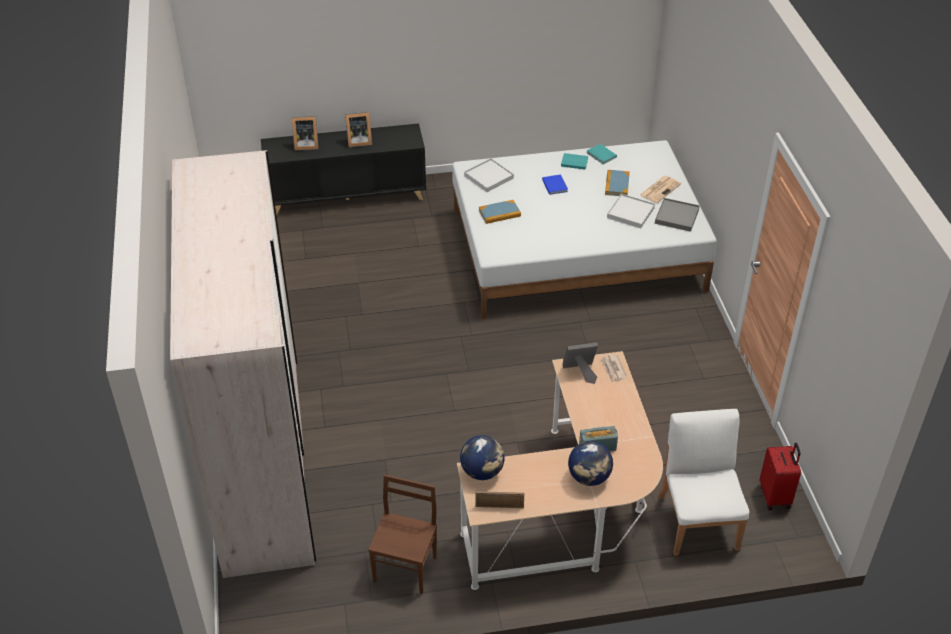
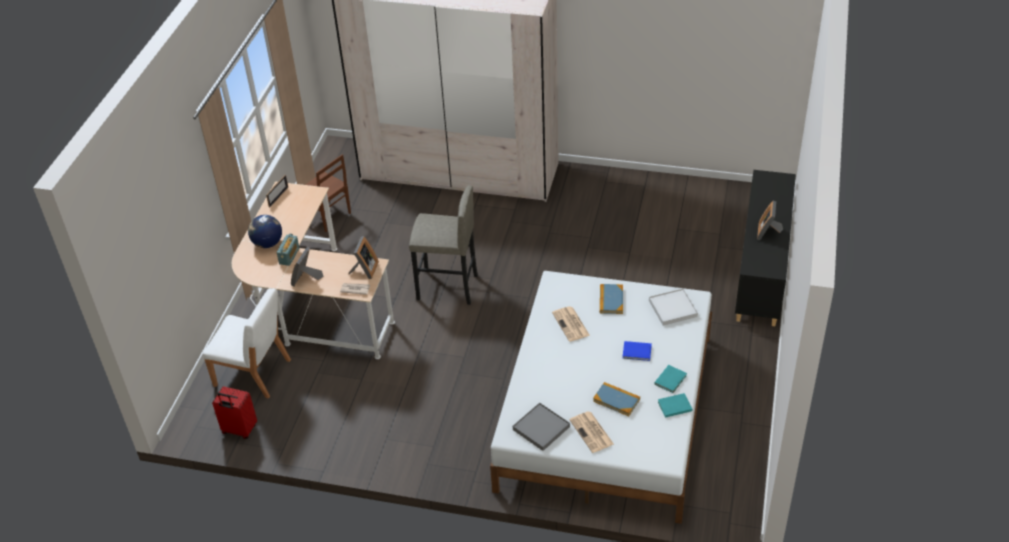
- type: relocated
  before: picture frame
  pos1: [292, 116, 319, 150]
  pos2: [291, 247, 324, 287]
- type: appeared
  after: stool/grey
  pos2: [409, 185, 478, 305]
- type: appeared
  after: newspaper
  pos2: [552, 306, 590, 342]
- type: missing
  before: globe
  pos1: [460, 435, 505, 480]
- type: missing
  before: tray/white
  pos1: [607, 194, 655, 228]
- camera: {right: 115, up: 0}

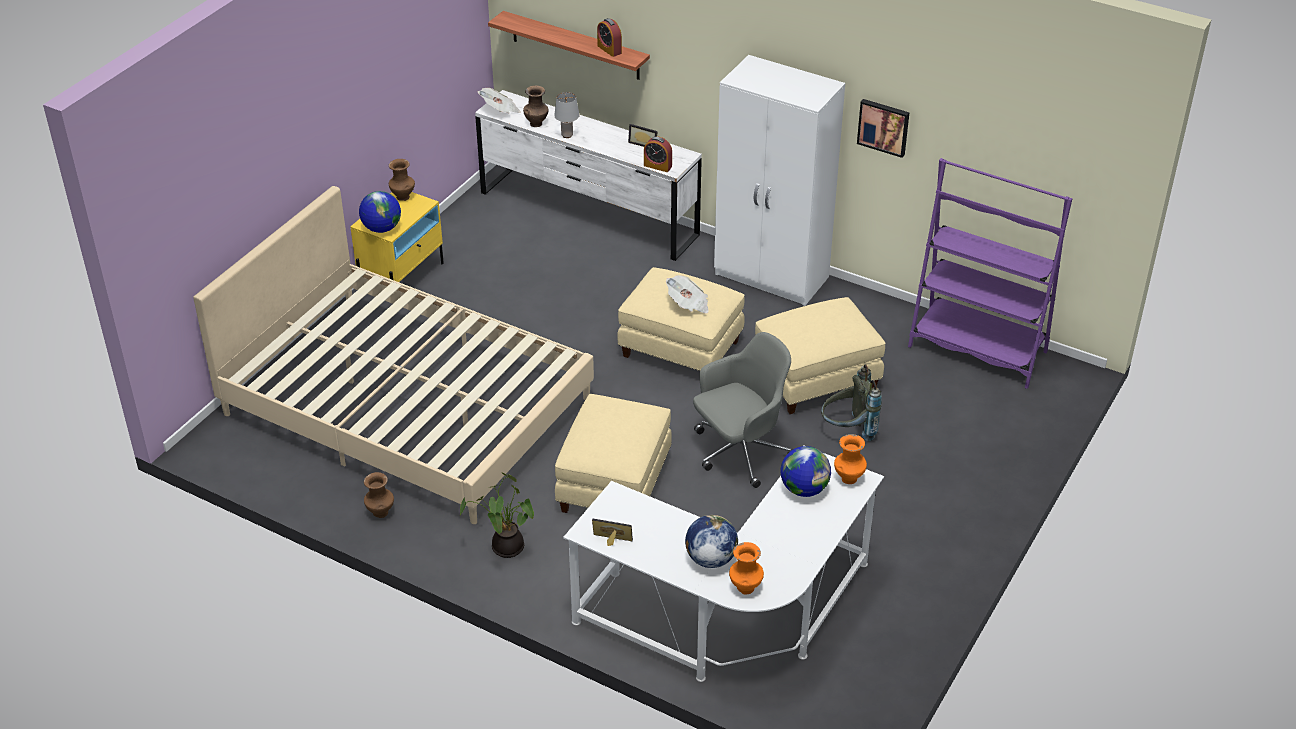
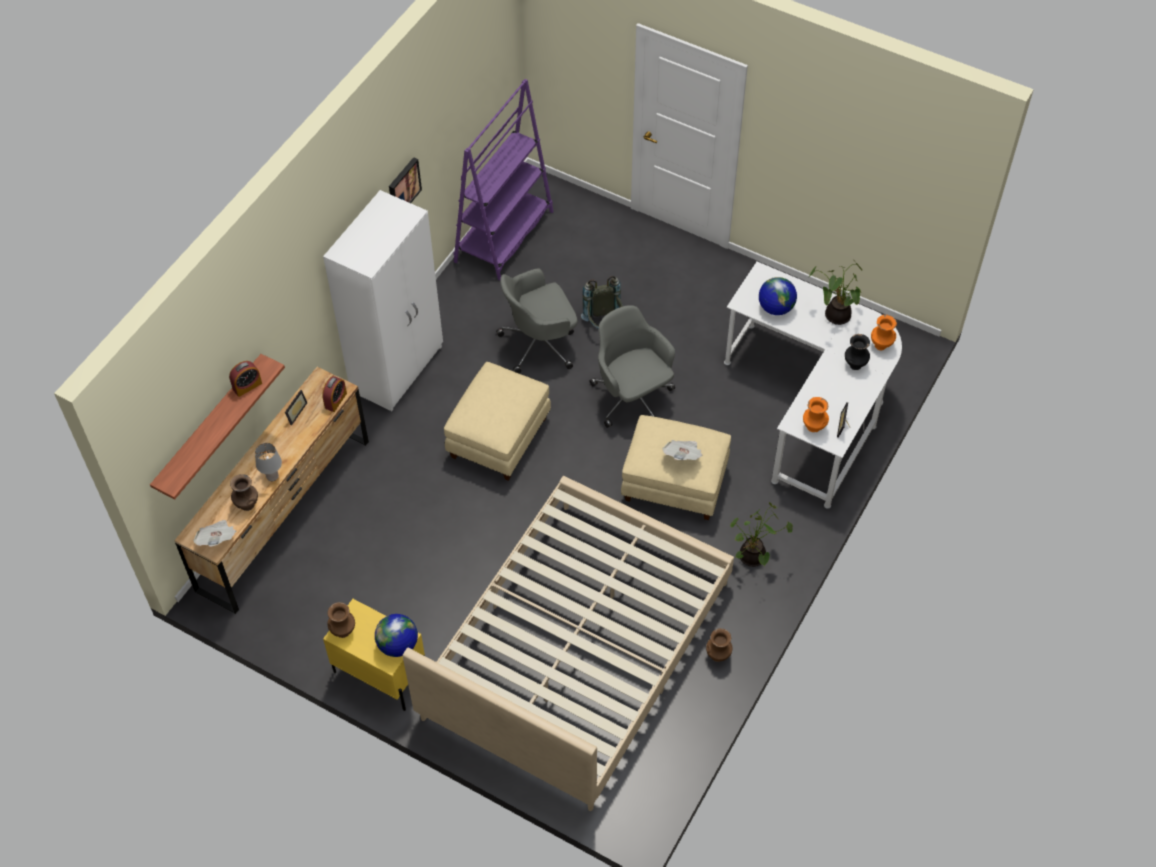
- type: colour
  before: dresser/white
  after: dresser/brown
  pos1: [475, 90, 702, 261]
  pos2: [174, 367, 369, 614]
- type: exchanged
  before: ottoman/beige
  after: office chair/grey
  pos1: [755, 297, 886, 414]
  pos2: [496, 268, 578, 373]
- type: relocated
  before: newspaper
  pos1: [666, 275, 709, 314]
  pos2: [662, 440, 703, 460]
- type: relocated
  before: vase/orange
  pos1: [834, 434, 867, 484]
  pos2: [803, 397, 829, 432]
- type: appeared
  after: potted plant
  pos2: [808, 260, 862, 325]
- type: exchanged
  before: globe
  after: vase/black
  pos1: [685, 515, 738, 568]
  pos2: [845, 334, 870, 370]
- camera: {right: -90, up: 15}

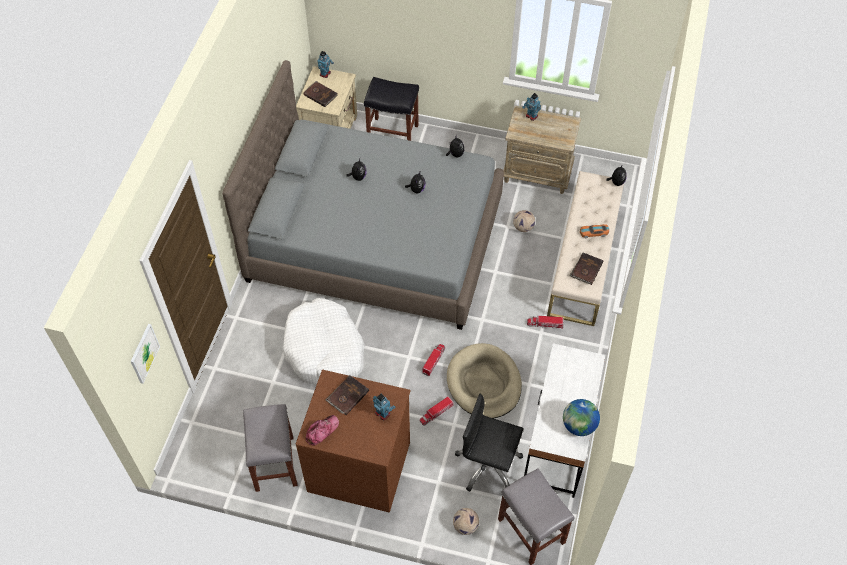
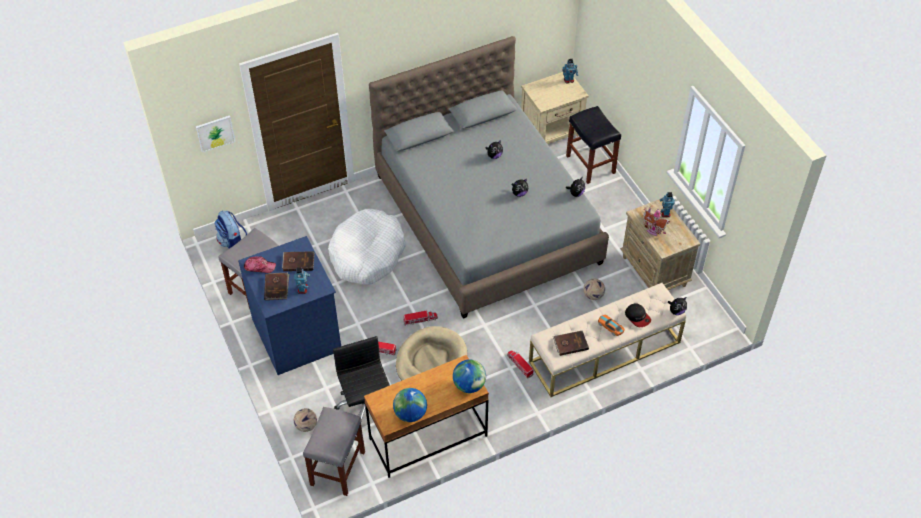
- type: appeared
  after: backpack
  pos2: [215, 211, 247, 249]
- type: colour
  before: dresser/brown
  after: dresser/blue
  pos1: [296, 369, 411, 513]
  pos2: [238, 236, 341, 375]
- type: relocated
  before: book/brown
  pos1: [303, 81, 338, 107]
  pos2: [264, 272, 289, 300]
- type: colour
  before: desk/white
  after: desk/brown
  pos1: [524, 343, 605, 498]
  pos2: [364, 355, 489, 478]
- type: appeared
  after: globe
  pos2: [453, 359, 486, 393]
- type: appeared
  after: cap
  pos2: [625, 303, 651, 327]
- type: appeared
  after: toy house
  pos2: [643, 207, 670, 236]
- camera: {right: 50, up: -5}

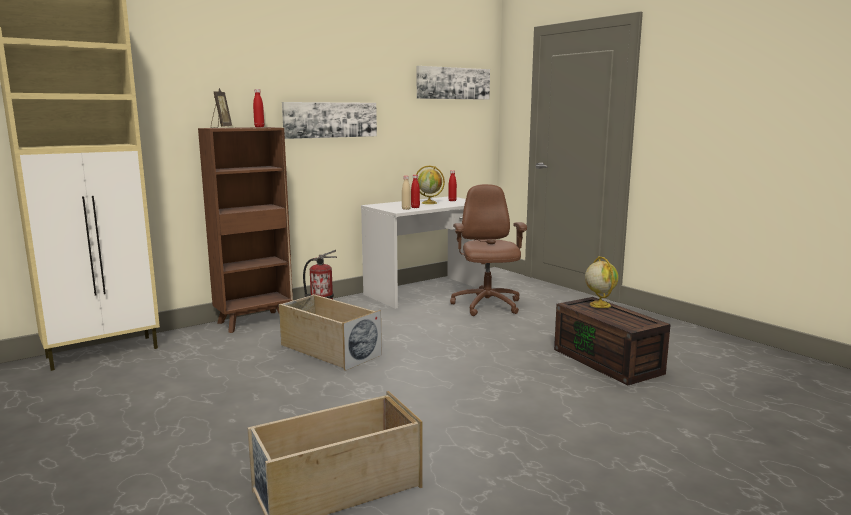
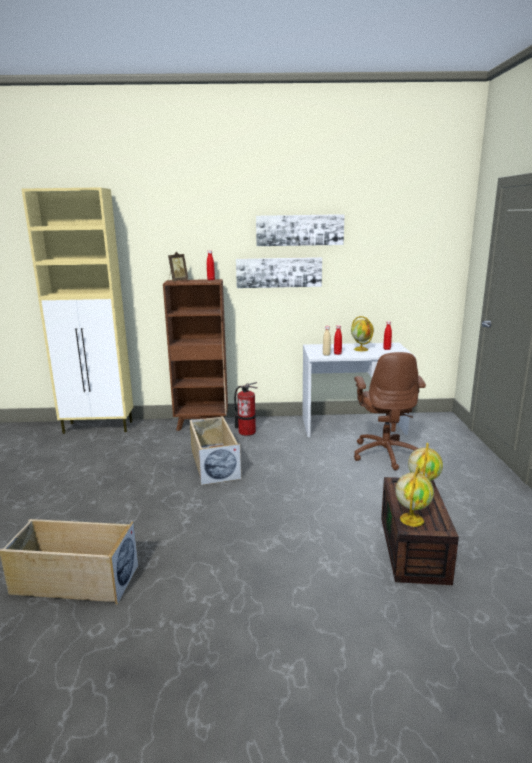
- type: relocated
  before: picture
  pos1: [417, 66, 490, 100]
  pos2: [256, 214, 344, 246]
- type: spun
  before: office chair/brown
  pos1: [450, 184, 527, 316]
  pos2: [354, 352, 426, 470]
  turn: 150
- type: appeared
  after: globe
  pos2: [395, 467, 434, 527]
- camera: {right: 35, up: 5}

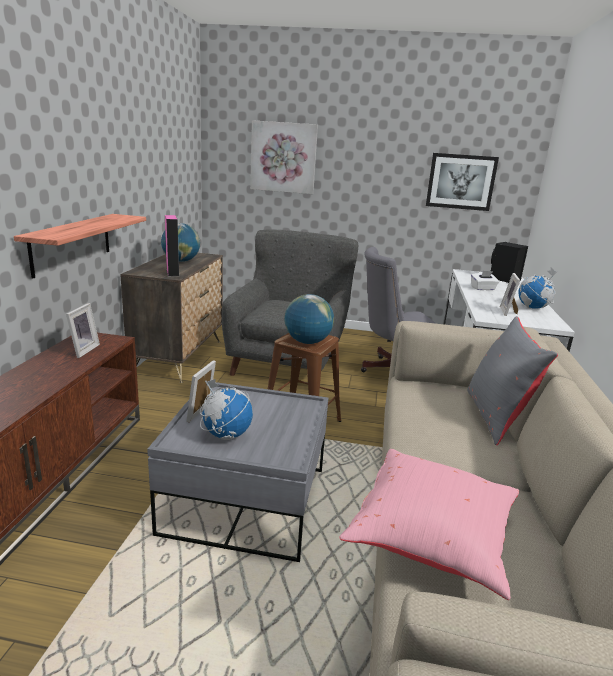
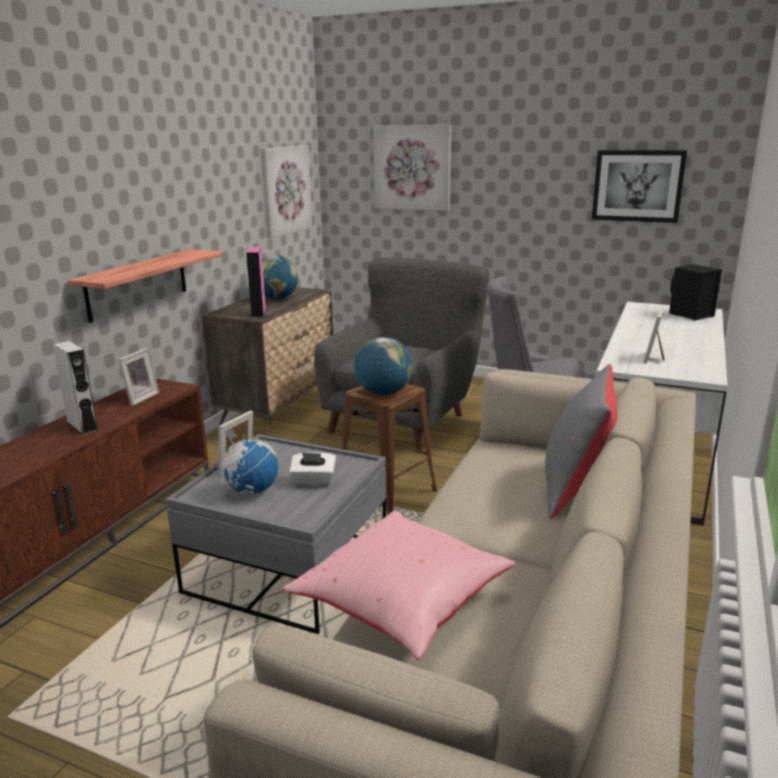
- type: appeared
  after: speaker/grey
  pos2: [53, 341, 98, 434]
- type: appeared
  after: picture
  pos2: [260, 146, 312, 238]
- type: relocated
  before: tissue box/white
  pos1: [471, 271, 499, 290]
  pos2: [290, 452, 336, 486]
- type: missing
  before: globe
  pos1: [519, 268, 557, 309]
- camera: {right: 15, up: 0}

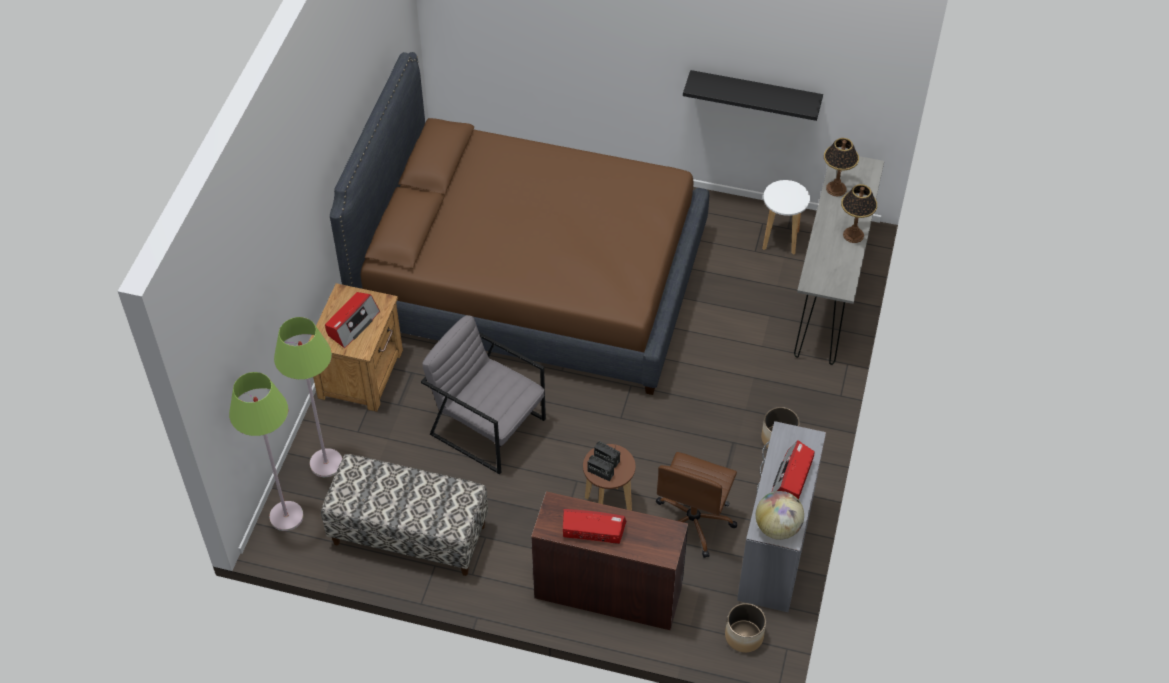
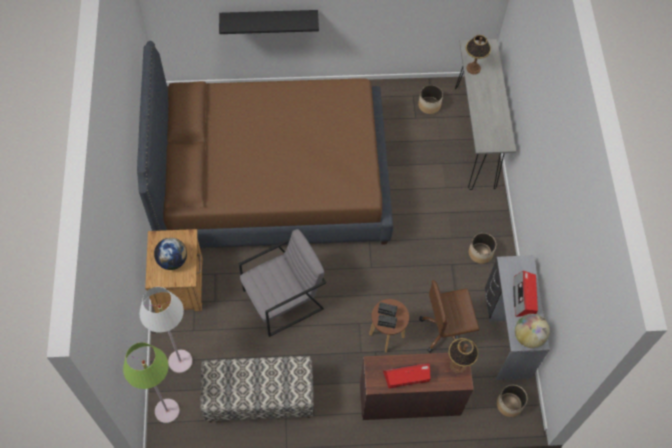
- type: colour
  before: floor lamp/green
  after: floor lamp/white
  pos1: [274, 317, 342, 477]
  pos2: [139, 287, 193, 373]
- type: exchanged
  before: radio
  after: globe
  pos1: [325, 292, 380, 348]
  pos2: [154, 238, 187, 270]
- type: relocated
  before: shelf/black
  pos1: [683, 70, 823, 121]
  pos2: [219, 10, 319, 34]
- type: spun
  before: armchair/grey
  pos1: [421, 315, 546, 474]
  pos2: [238, 229, 326, 337]
  turn: 135
- type: exchanged
  before: stool/white
  after: planter
  pos1: [762, 180, 810, 255]
  pos2: [418, 85, 443, 114]
- type: spun
  before: office chair/brown
  pos1: [656, 452, 737, 558]
  pos2: [419, 280, 479, 353]
  turn: 75
- type: relocated
  before: table lamp
  pos1: [841, 184, 877, 243]
  pos2: [448, 338, 478, 373]
- camera: {right: -20, up: 10}

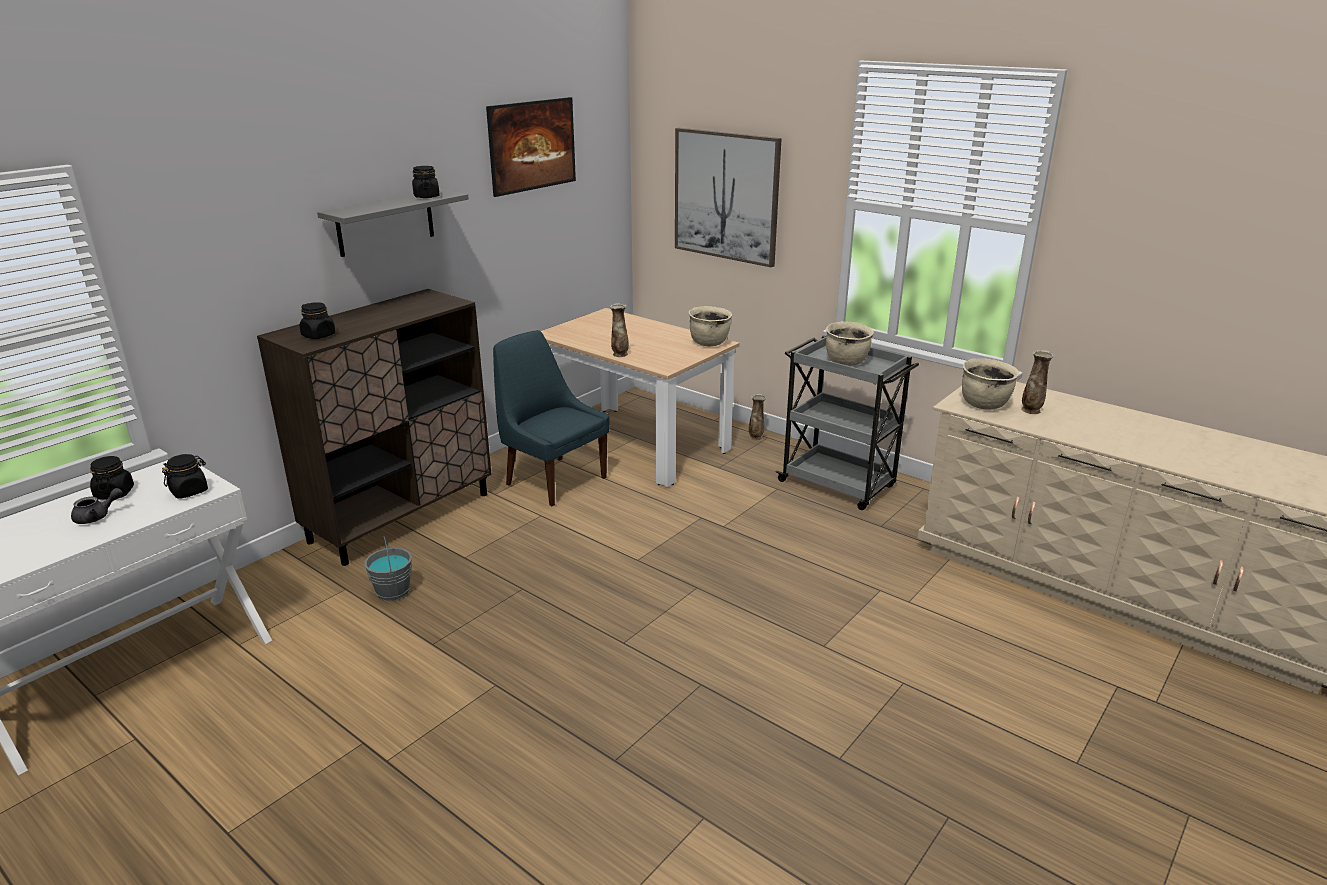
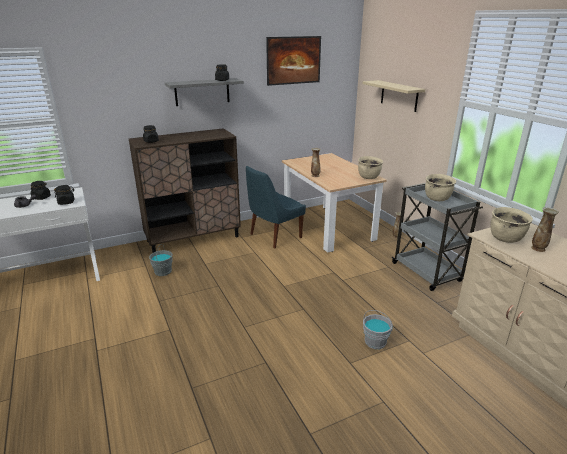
- type: spun
  before: chair/blue
  pos1: [493, 330, 610, 506]
  pos2: [246, 166, 306, 248]
  turn: -105
- type: exchanged
  before: picture
  after: shelf/beige
  pos1: [675, 128, 782, 267]
  pos2: [362, 80, 425, 112]
- type: appeared
  after: bucket/grey
  pos2: [363, 310, 393, 349]
- camera: {right: 25, up: 0}

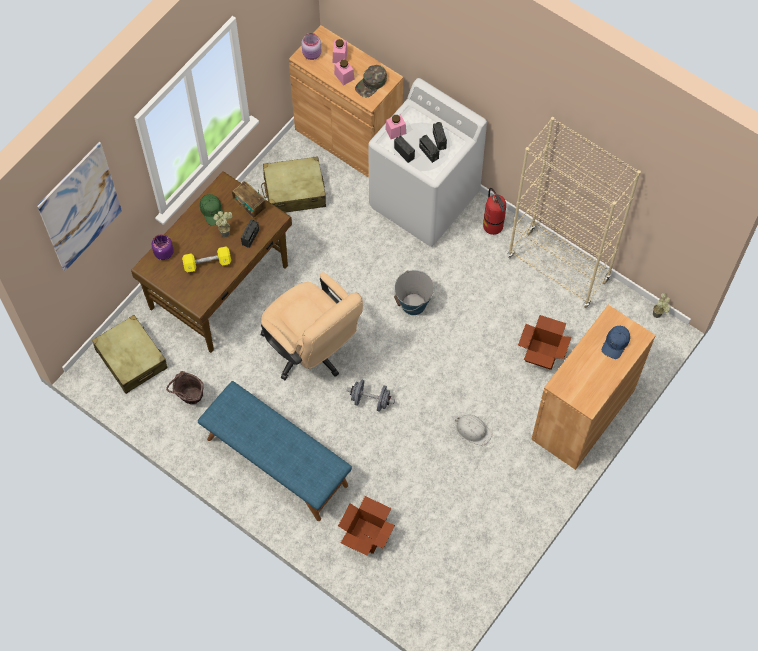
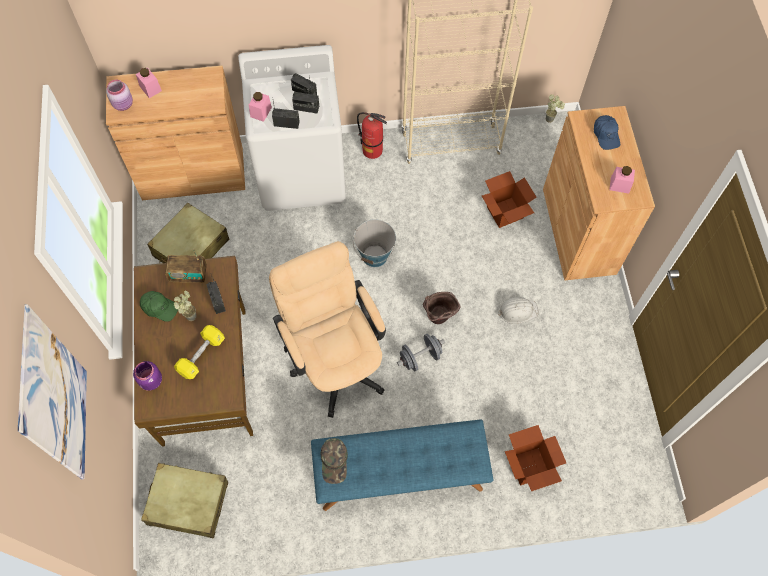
- type: spun
  before: office chair/beige
  pos1: [260, 272, 363, 380]
  pos2: [269, 241, 386, 418]
  turn: -120
- type: relocated
  before: cap/green
  pos1: [355, 65, 387, 97]
  pos2: [321, 438, 348, 484]
- type: relocated
  before: bucket/brown
  pos1: [166, 371, 204, 404]
  pos2: [423, 292, 461, 324]
- type: relocated
  before: jar/pink
  pos1: [334, 59, 354, 86]
  pos2: [609, 166, 635, 194]
- camera: {right: -45, up: 0}

